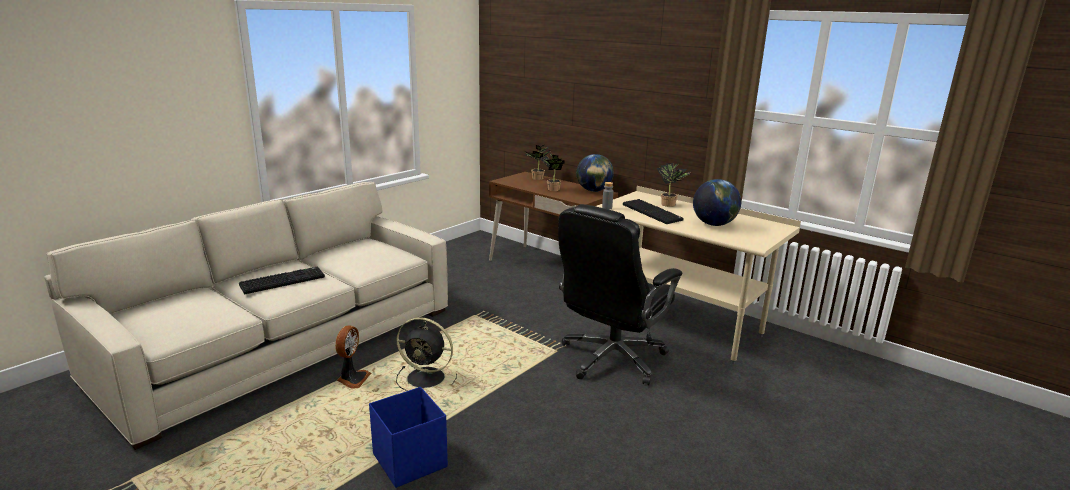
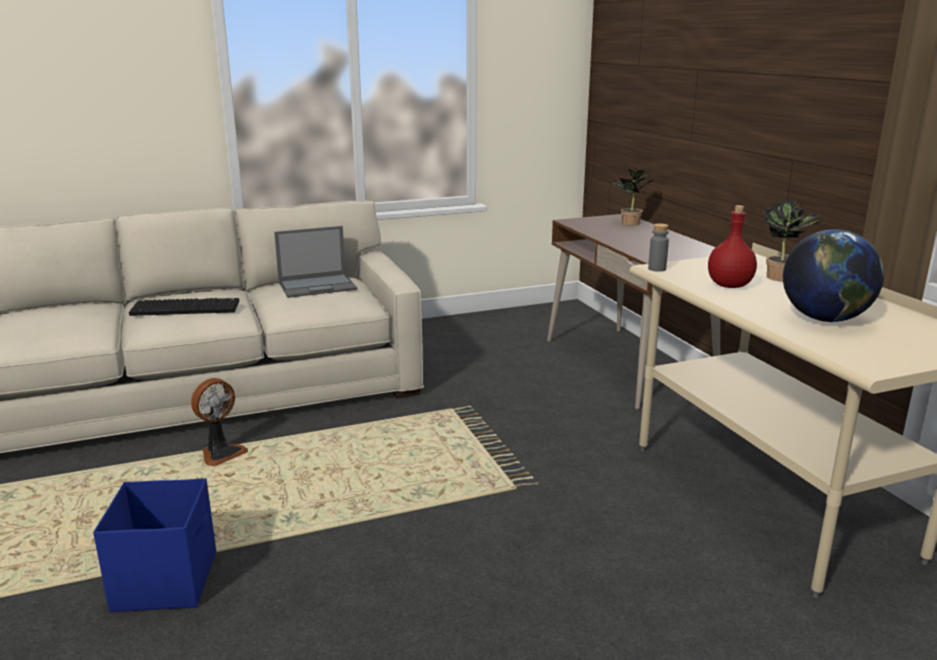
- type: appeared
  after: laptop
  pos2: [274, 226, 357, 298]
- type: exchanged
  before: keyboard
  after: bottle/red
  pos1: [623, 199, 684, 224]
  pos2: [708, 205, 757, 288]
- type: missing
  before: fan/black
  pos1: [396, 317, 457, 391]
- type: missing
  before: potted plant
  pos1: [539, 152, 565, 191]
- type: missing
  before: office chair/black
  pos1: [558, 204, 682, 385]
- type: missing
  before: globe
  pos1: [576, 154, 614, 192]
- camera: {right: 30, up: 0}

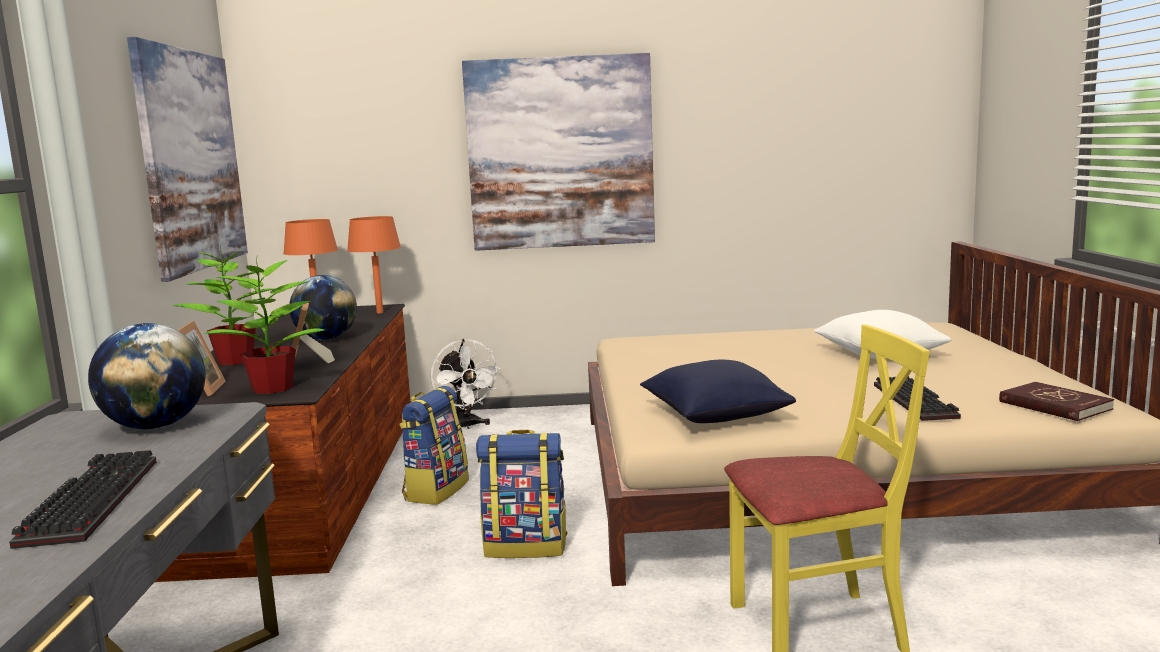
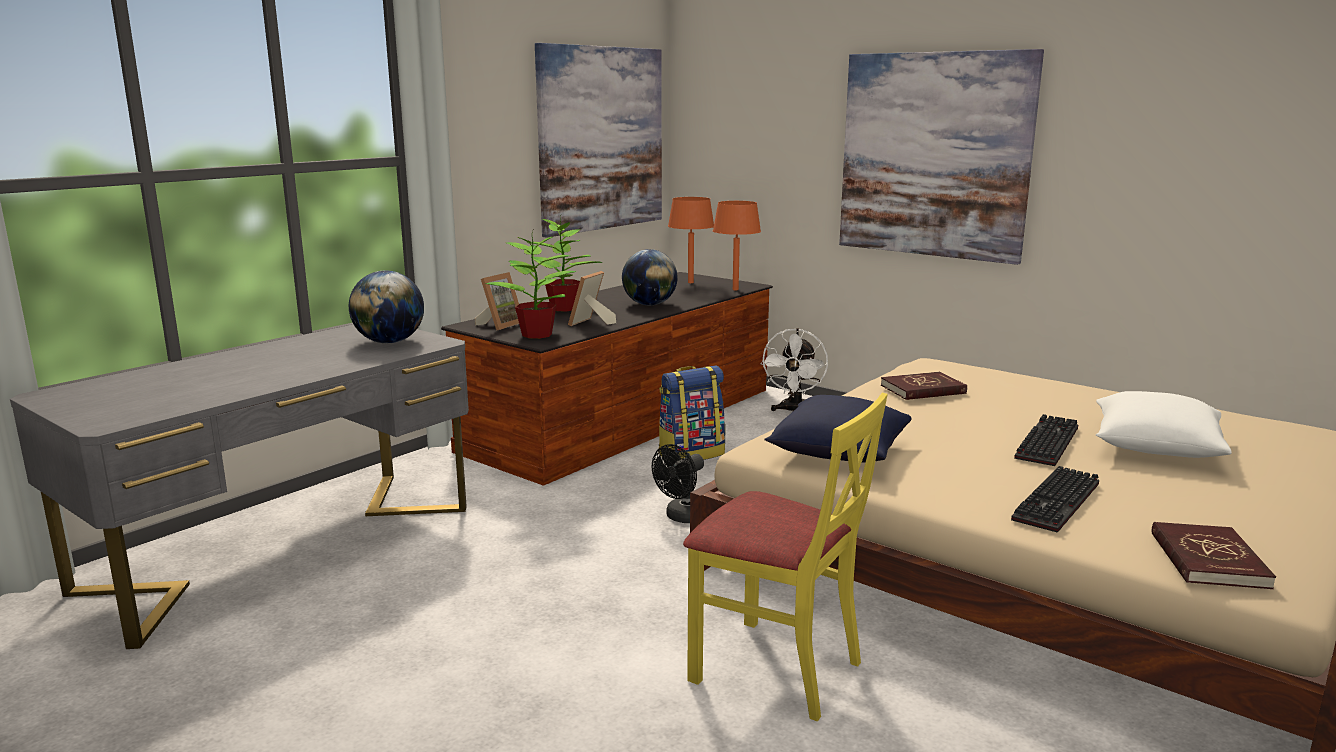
- type: exchanged
  before: backpack
  after: fan/black
  pos1: [476, 430, 568, 558]
  pos2: [652, 444, 704, 523]
- type: appeared
  after: book/red
  pos2: [881, 372, 967, 400]
- type: relocated
  before: keyboard
  pos1: [9, 450, 157, 549]
  pos2: [1014, 414, 1078, 466]
- camera: {right: 40, up: 5}

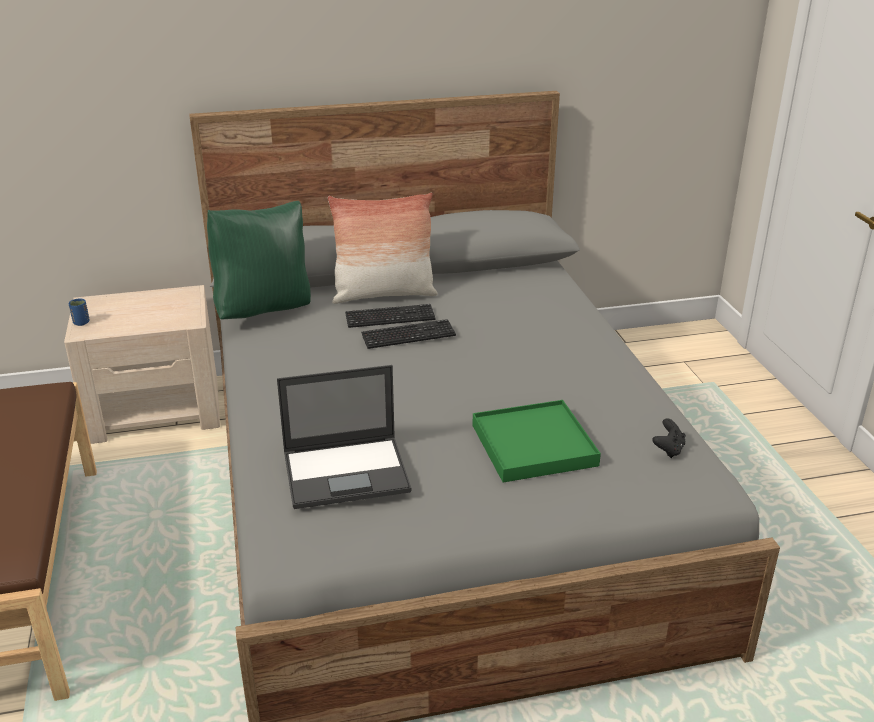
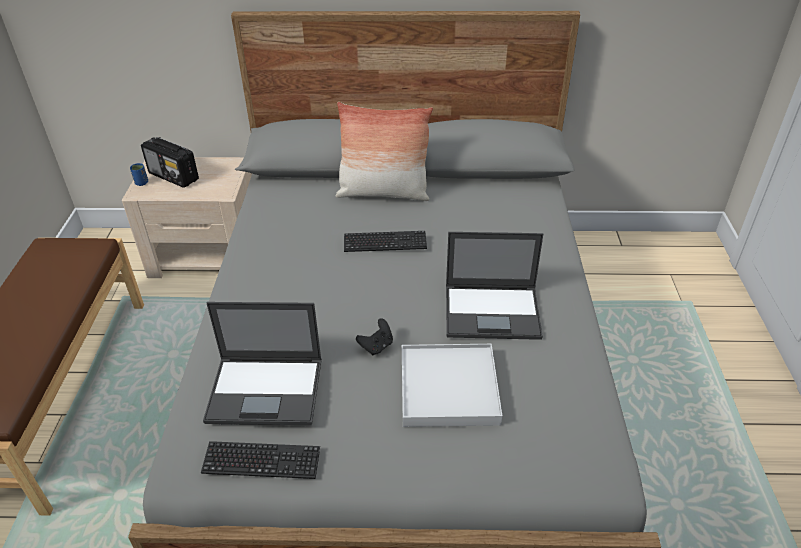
- type: appeared
  after: radio
  pos2: [141, 137, 199, 188]
- type: relocated
  before: keyboard
  pos1: [345, 304, 436, 328]
  pos2: [201, 441, 320, 479]
- type: relocated
  before: game controller/black
  pos1: [652, 418, 686, 458]
  pos2: [356, 319, 393, 355]
- type: colour
  before: tray/green
  after: tray/white
  pos1: [473, 400, 601, 482]
  pos2: [402, 344, 502, 427]
- type: appeared
  after: laptop
  pos2: [446, 232, 543, 340]
- type: missing
  before: pillow/green
  pos1: [207, 201, 311, 320]
- camera: {right: 15, up: 10}

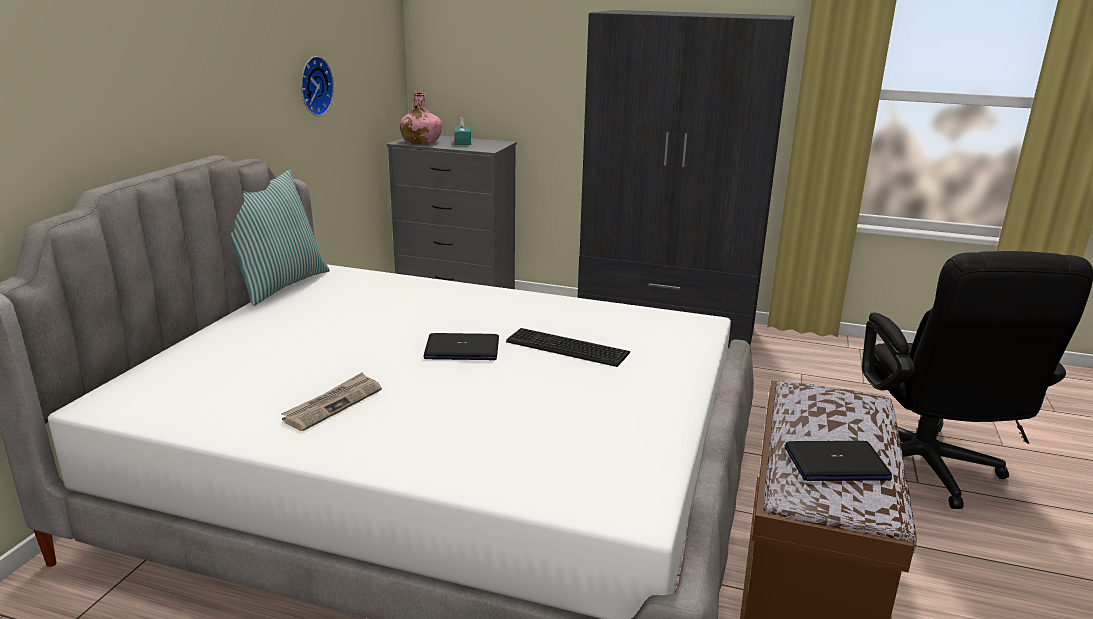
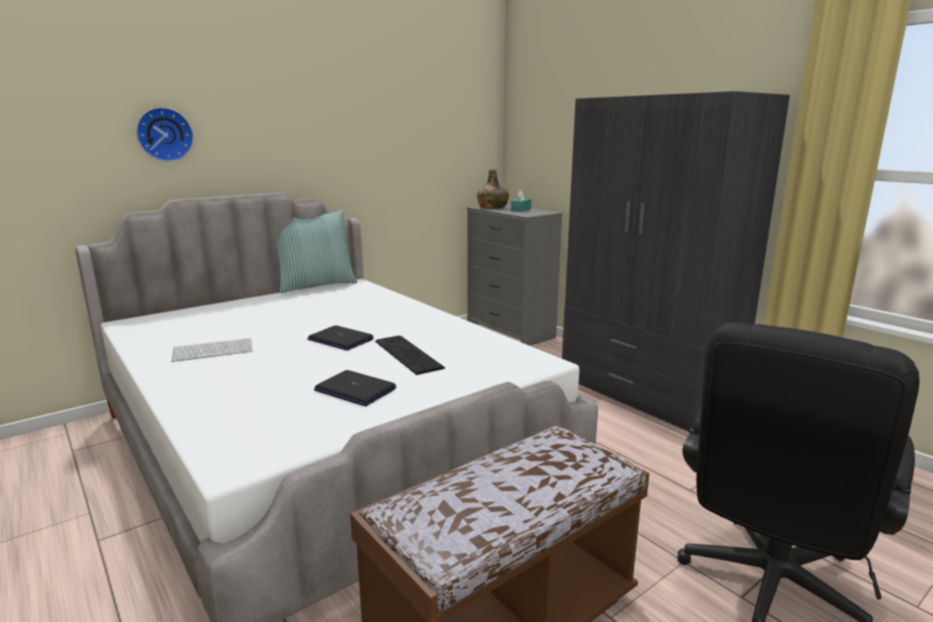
- type: relocated
  before: wall clock
  pos1: [301, 56, 334, 116]
  pos2: [136, 107, 194, 162]
- type: exchanged
  before: newspaper
  after: keyboard
  pos1: [281, 373, 382, 431]
  pos2: [171, 338, 253, 362]
- type: relocated
  before: laptop
  pos1: [784, 441, 892, 481]
  pos2: [314, 370, 396, 406]
- type: colour
  before: bottle/pink
  after: bottle/green
  pos1: [400, 91, 442, 144]
  pos2: [477, 170, 509, 209]
- camera: {right: 35, up: -5}

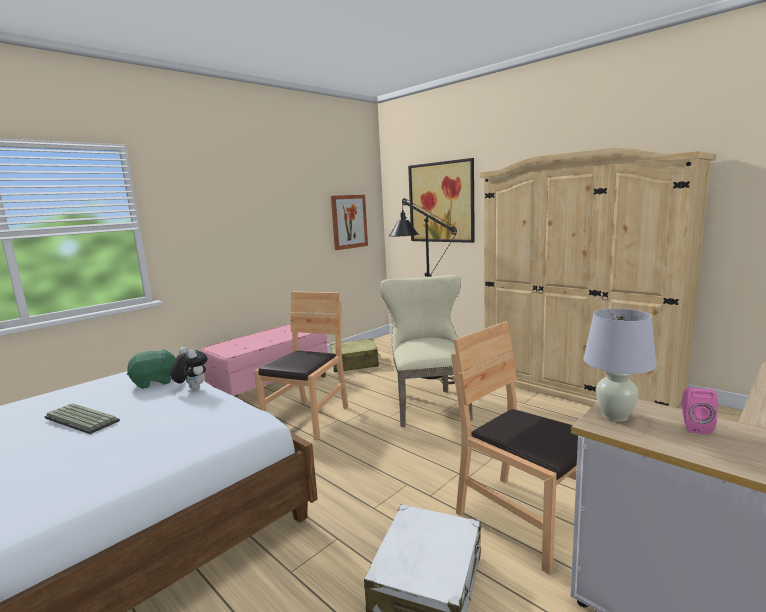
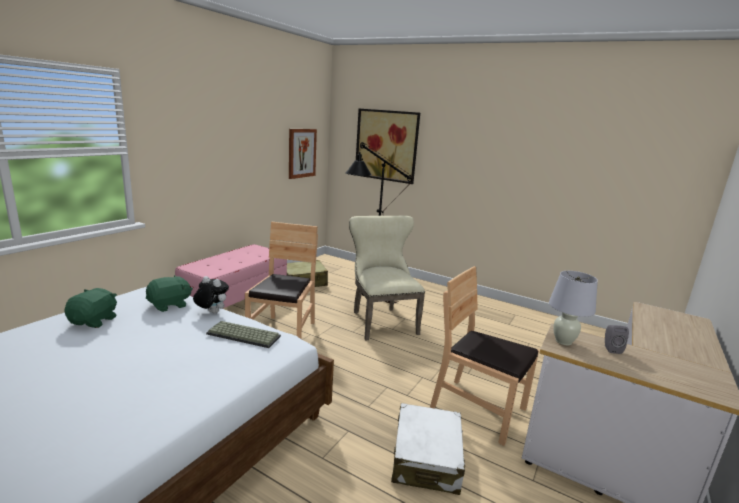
- type: appeared
  after: plush toy/green
  pos2: [64, 288, 117, 328]
- type: relocated
  before: keyboard
  pos1: [44, 403, 120, 434]
  pos2: [206, 321, 281, 348]
- type: colour
  before: speaker/pink
  after: speaker/grey
  pos1: [682, 388, 718, 434]
  pos2: [605, 325, 629, 354]
- type: missing
  before: wardrobe/beige
  pos1: [480, 148, 716, 409]
- camera: {right: -15, up: 5}

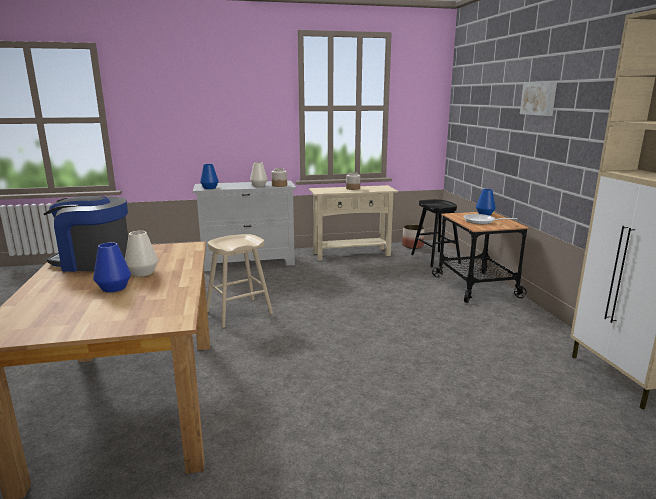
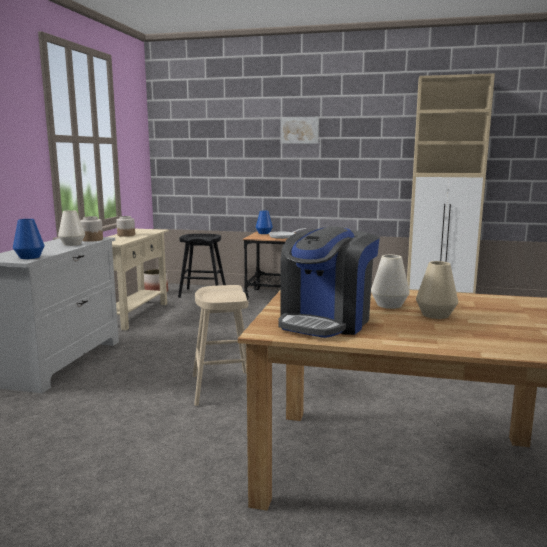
- type: colour
  before: vase/blue
  after: vase/beige
  pos1: [93, 242, 131, 292]
  pos2: [416, 261, 458, 319]
- camera: {right: -65, up: -5}

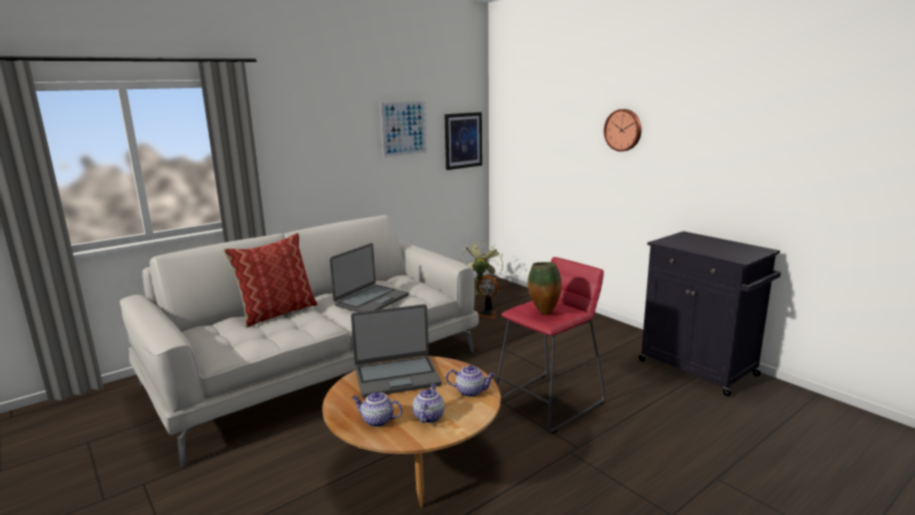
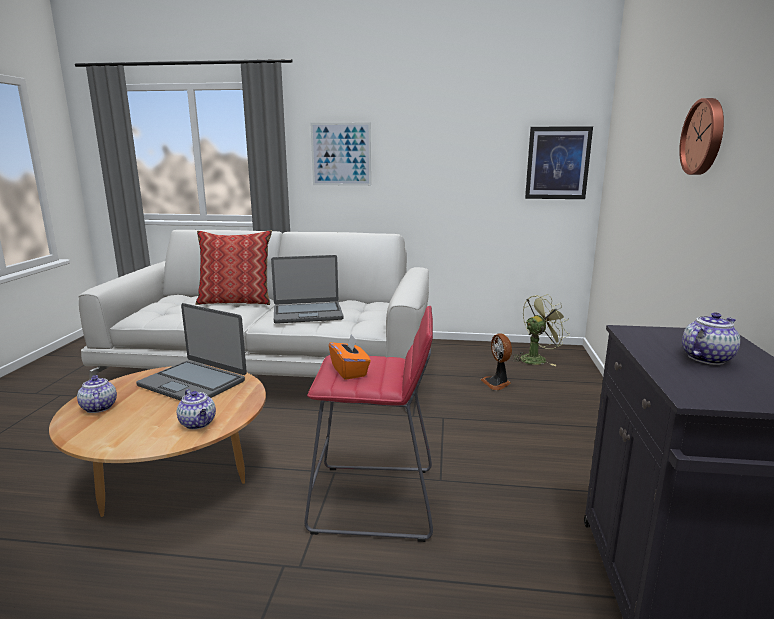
- type: relocated
  before: picture
  pos1: [380, 100, 427, 158]
  pos2: [311, 123, 371, 186]
- type: exchanged
  before: vase
  after: tissue box/orange
  pos1: [528, 262, 561, 315]
  pos2: [329, 334, 371, 380]
- type: relocated
  before: teapot
  pos1: [412, 384, 445, 423]
  pos2: [682, 312, 740, 365]
- camera: {right: 45, up: 0}

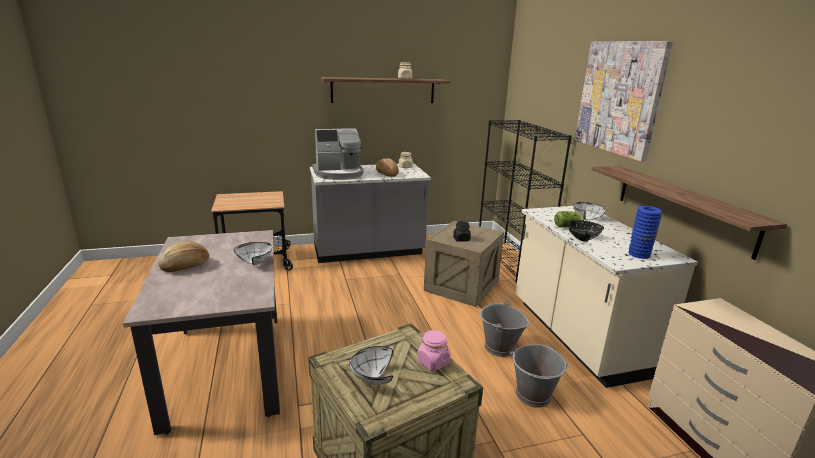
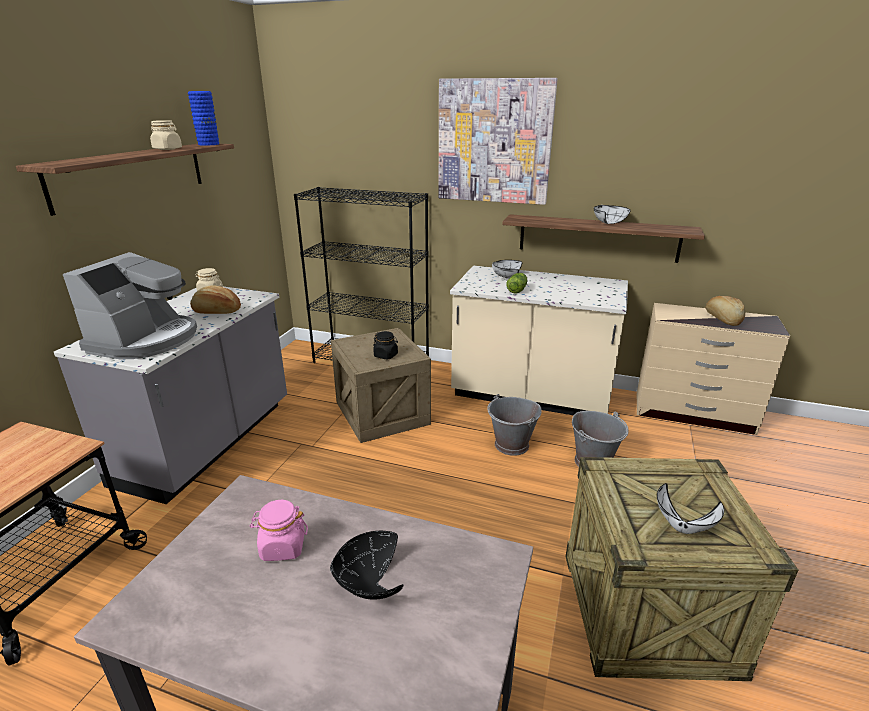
- type: relocated
  before: vase/blue
  pos1: [628, 206, 662, 259]
  pos2: [188, 91, 219, 146]
- type: relocated
  before: jar/pink
  pos1: [417, 330, 450, 371]
  pos2: [250, 500, 308, 561]
- type: relocated
  before: bowl/black
  pos1: [568, 221, 604, 242]
  pos2: [330, 531, 404, 600]
- type: relocated
  before: bowl/white
  pos1: [234, 242, 272, 265]
  pos2: [594, 205, 631, 224]
- type: relocated
  before: bread
  pos1: [159, 241, 209, 272]
  pos2: [705, 296, 745, 326]
- camera: {right: -55, up: 5}

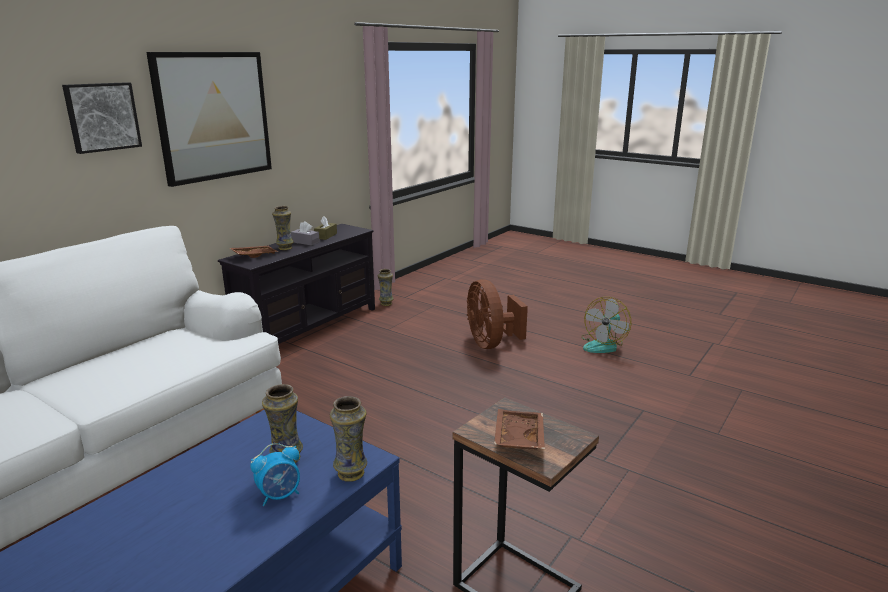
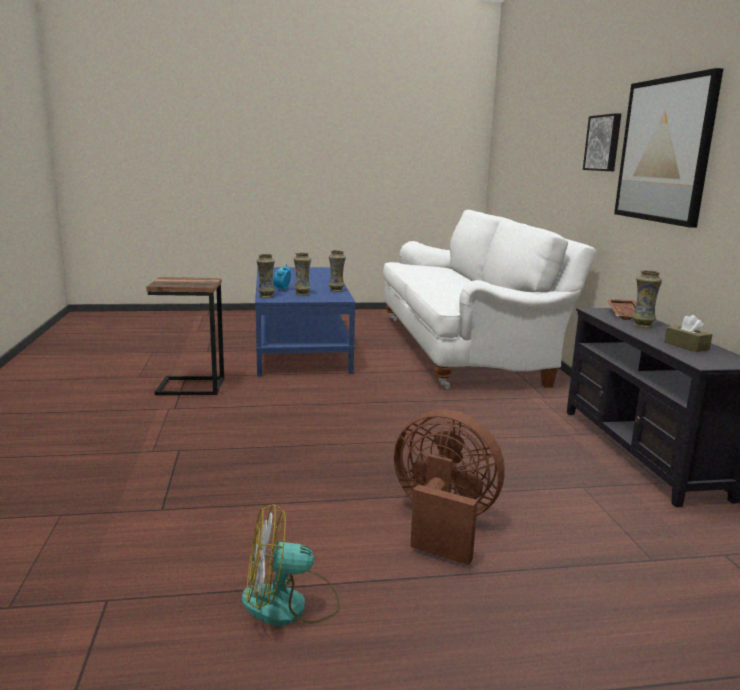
- type: spun
  before: fan
  pos1: [581, 297, 631, 353]
  pos2: [242, 504, 340, 626]
  turn: -90
- type: relocated
  before: vase
  pos1: [378, 269, 394, 306]
  pos2: [328, 250, 346, 292]
- type: missing
  before: tissue box/grey
  pos1: [291, 221, 320, 246]
- type: missing
  before: tray/brown
  pos1: [494, 409, 545, 450]
- camera: {right: 135, up: -5}

